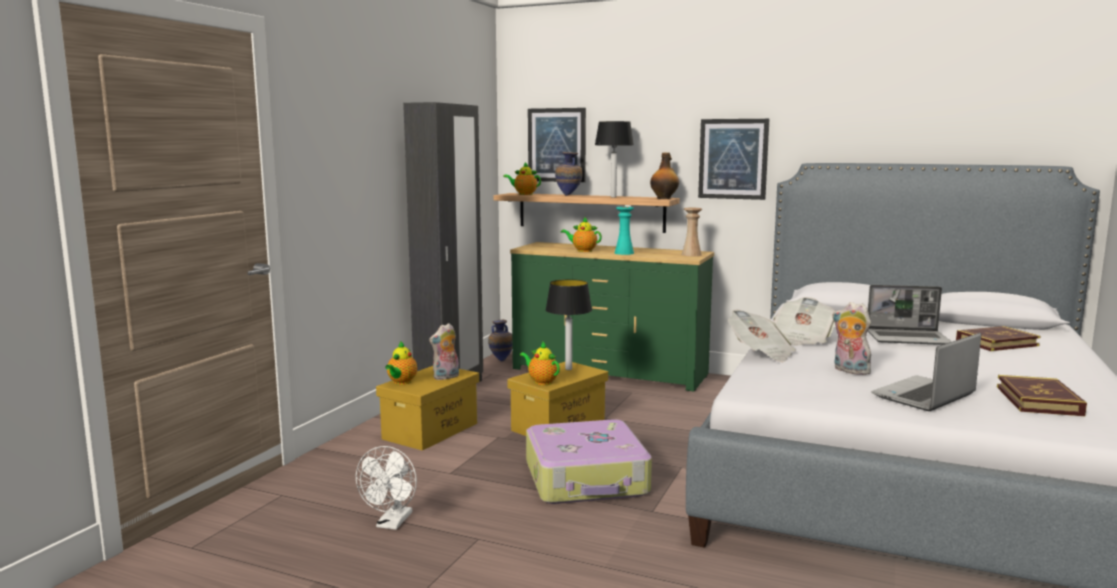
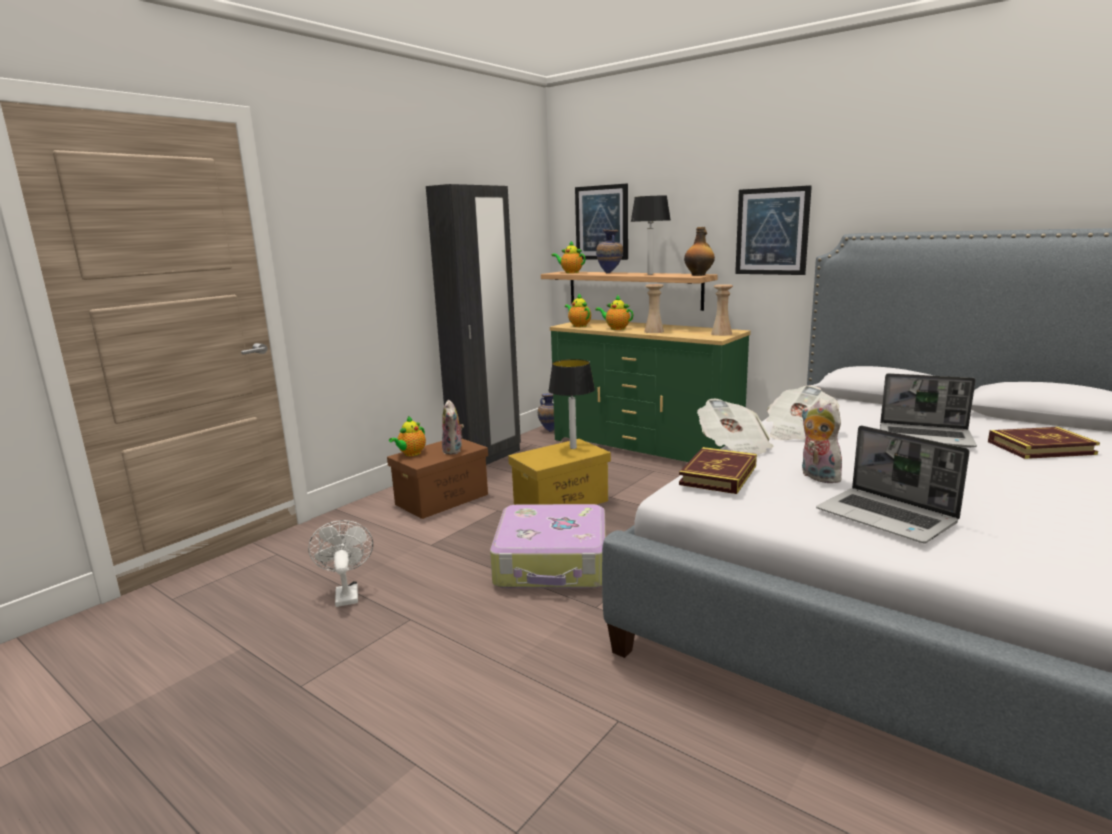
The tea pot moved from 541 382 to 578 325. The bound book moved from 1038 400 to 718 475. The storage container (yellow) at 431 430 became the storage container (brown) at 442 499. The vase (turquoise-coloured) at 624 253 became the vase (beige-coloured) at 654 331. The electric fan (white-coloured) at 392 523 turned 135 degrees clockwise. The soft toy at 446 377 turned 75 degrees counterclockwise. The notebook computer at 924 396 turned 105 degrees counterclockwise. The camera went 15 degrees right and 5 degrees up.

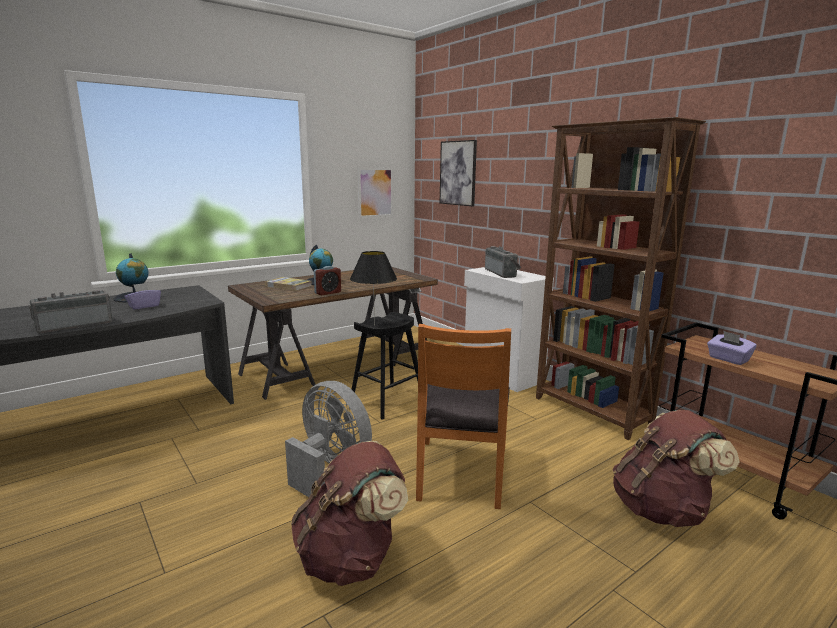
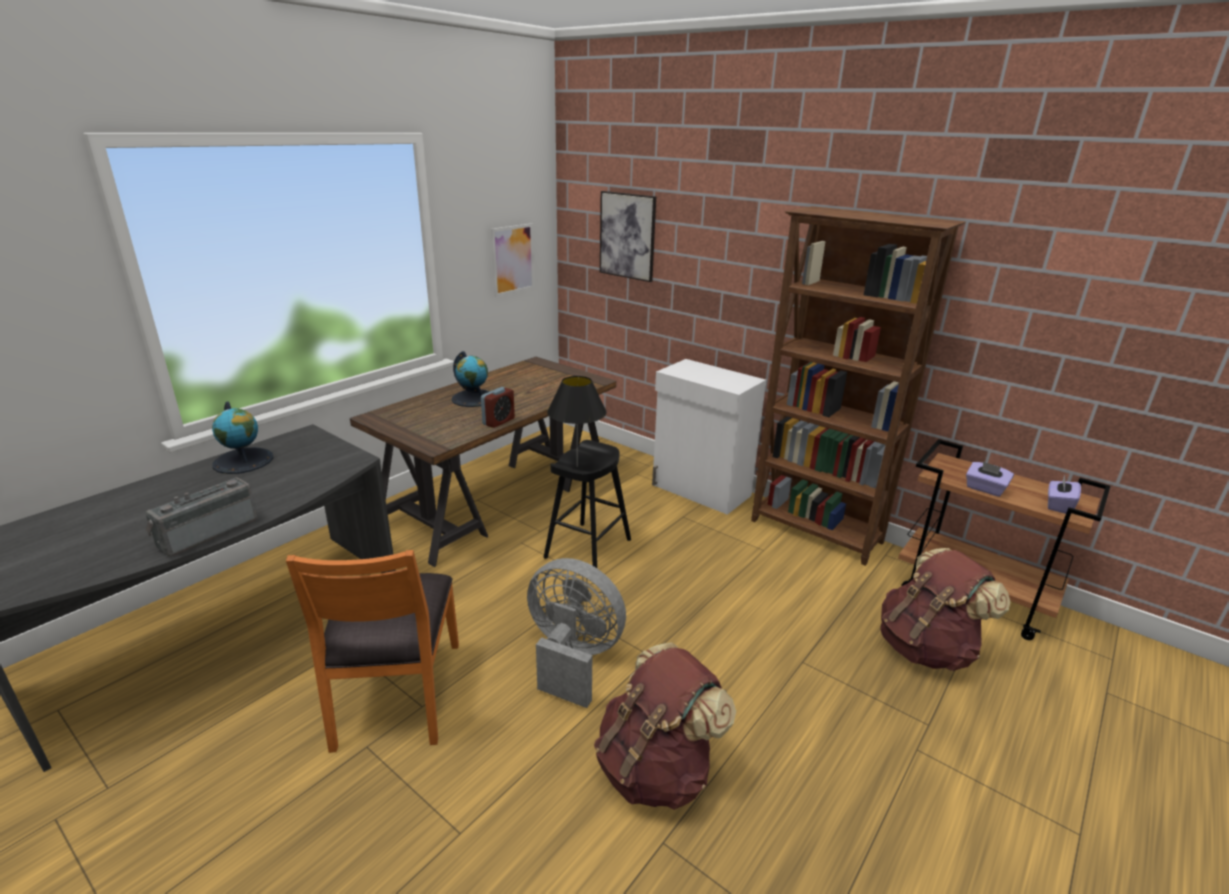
The bound book at 288 286 disappeared. The radio at 502 273 disappeared. The box of tissues (purple-coloured) moved from 144 306 to 1058 505. The plain chair (orange) moved from 461 472 to 396 694. The camera went 15 degrees left and 10 degrees up.

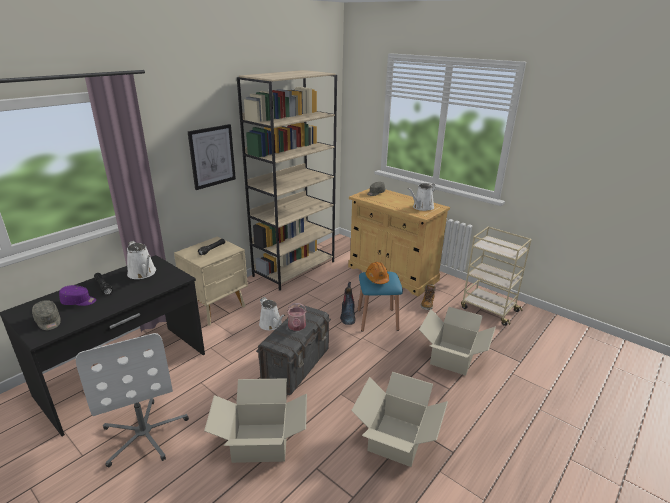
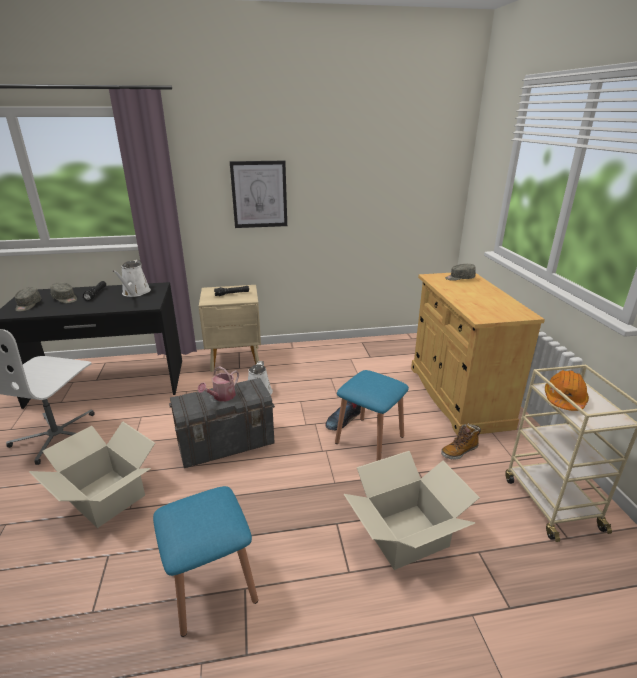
The shelving unit (beige-coloured) at 294 268 disappeared. The watering can (white-coloured) at 422 207 disappeared. The work helmet (orange) moved from 377 278 to 564 399. The packing box at 397 439 was replaced by the stool seat (bluish) at 211 586. The baseball cap (purple-coloured) at 79 301 became the baseball cap (gray) at 65 299. The camera went 40 degrees right and 0 degrees up.

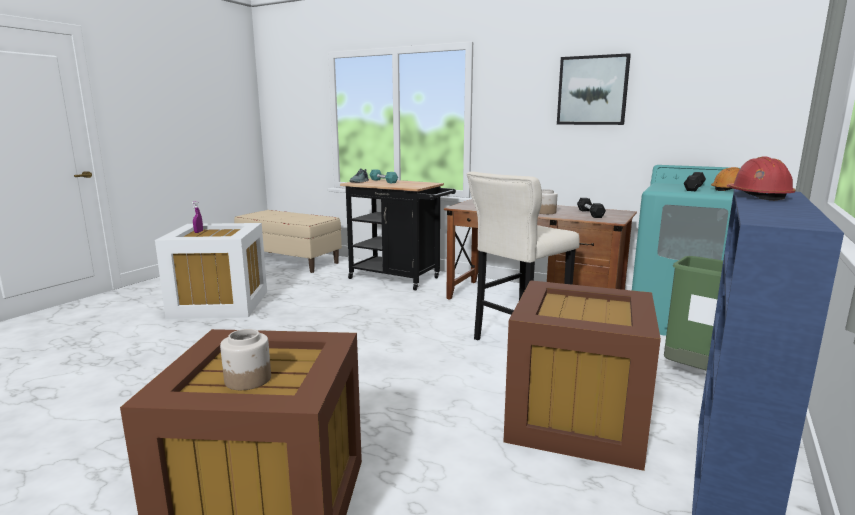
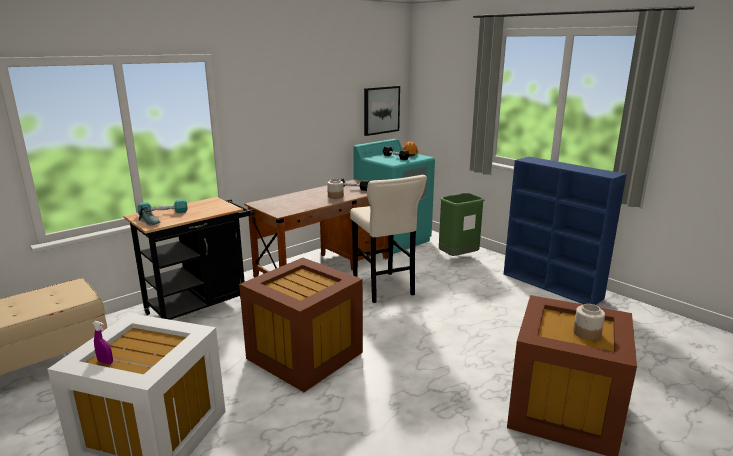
The work helmet (red-coloured) at 758 196 disappeared. The storage container (brown) moved from 573 420 to 305 356. The wall art moved from 592 90 to 381 110. The camera went 70 degrees left and 5 degrees up.

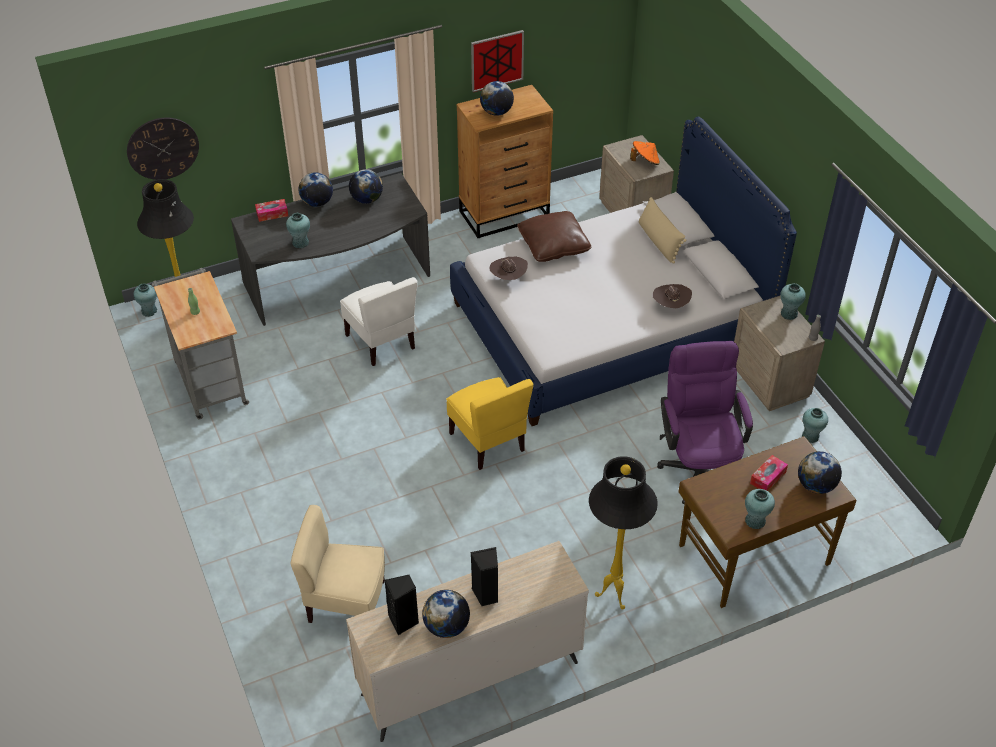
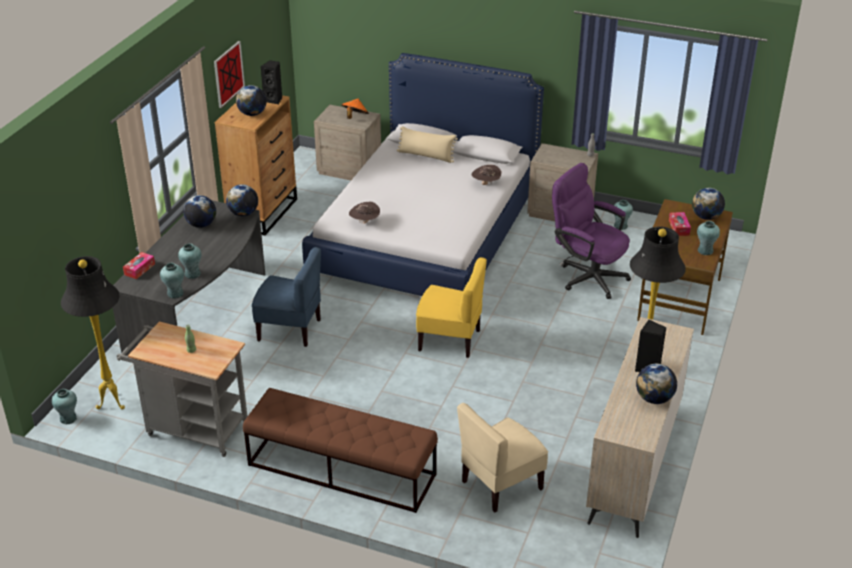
The wall clock at 163 148 disappeared. The throw pillow (brown) at 553 246 disappeared. The bench (brown) at 341 469 appeared. The globe moved from 317 203 to 243 213. The loudspeaker (black) moved from 404 621 to 274 100. The vase (turquoise-coloured) moved from 789 314 to 175 293. The plain chair (white-coloured) at 381 341 became the plain chair (bluish) at 290 329. The camera went 45 degrees left and 10 degrees down.

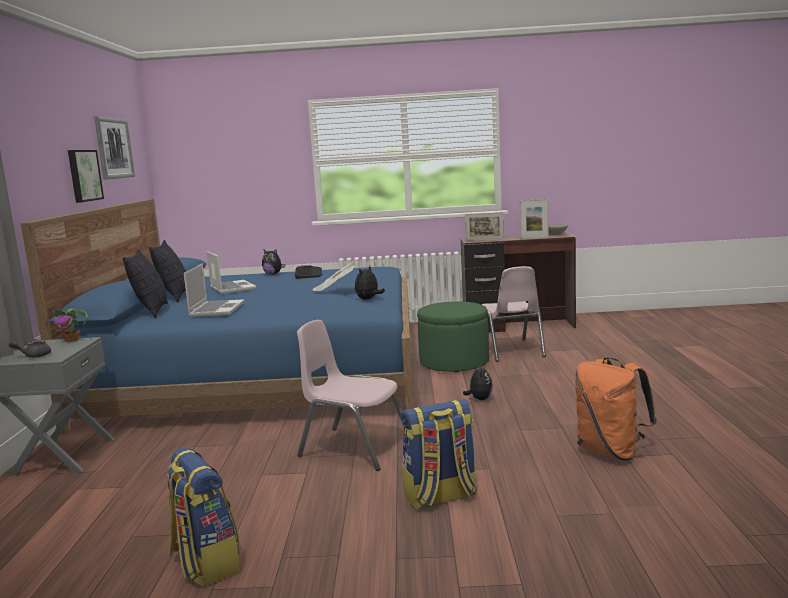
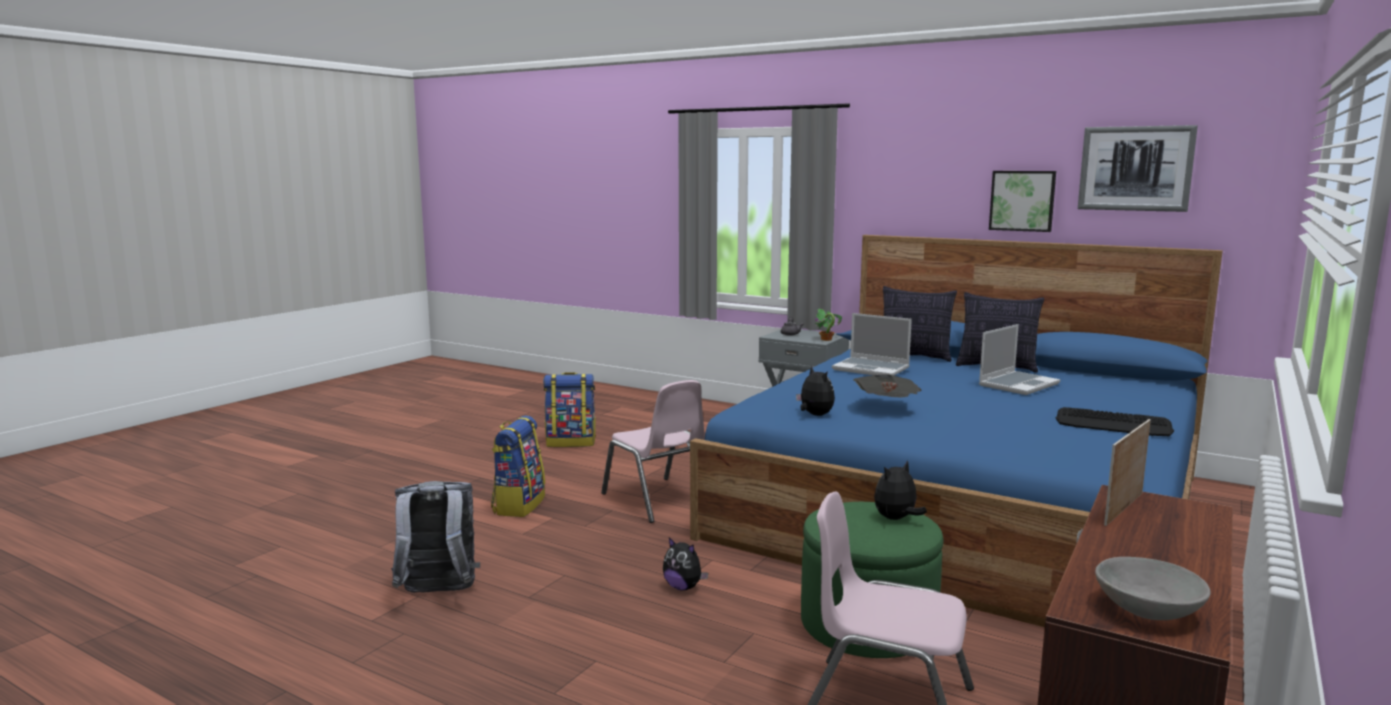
The standing frame at 534 238 disappeared. The soft toy moved from 273 274 to 896 519. The knapsack (orange) at 611 452 became the knapsack (gray) at 438 594. The notebook computer at 231 288 turned 45 degrees counterclockwise. The plain chair (pinkish) at 354 447 turned 90 degrees clockwise. The camera went 120 degrees right and 0 degrees up.

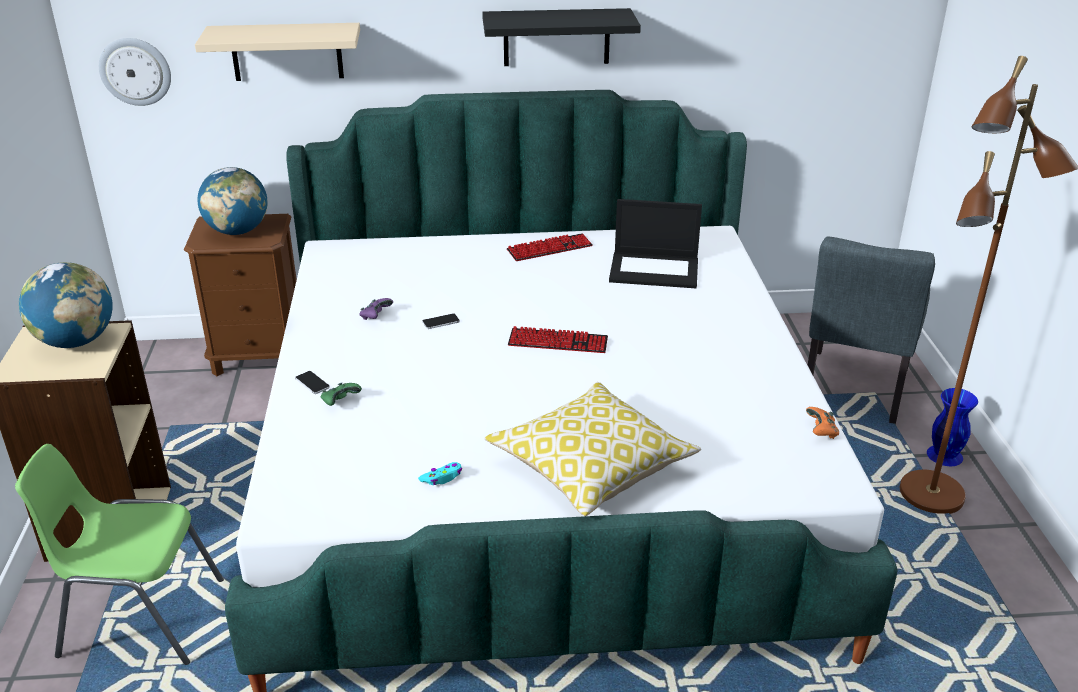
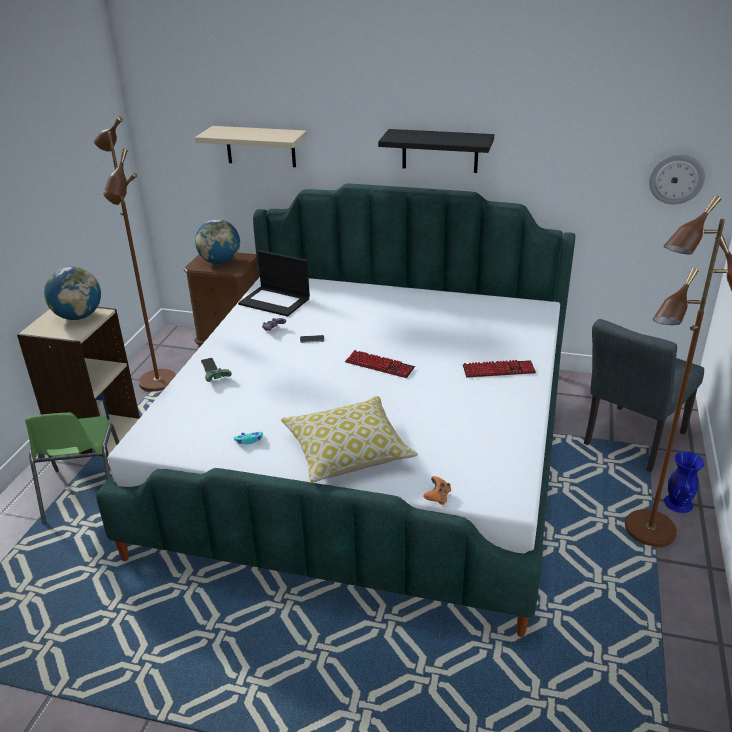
The floor lamp (brown) at 156 382 appeared. The wall clock moved from 135 71 to 676 179. The PC keyboard moved from 549 249 to 498 370. The notebook computer moved from 655 270 to 275 301. The game controller (orange) moved from 821 432 to 437 497. The plain chair (green-coloured) at 140 618 turned 120 degrees counterclockwise. The camera went 20 degrees right and 0 degrees up.

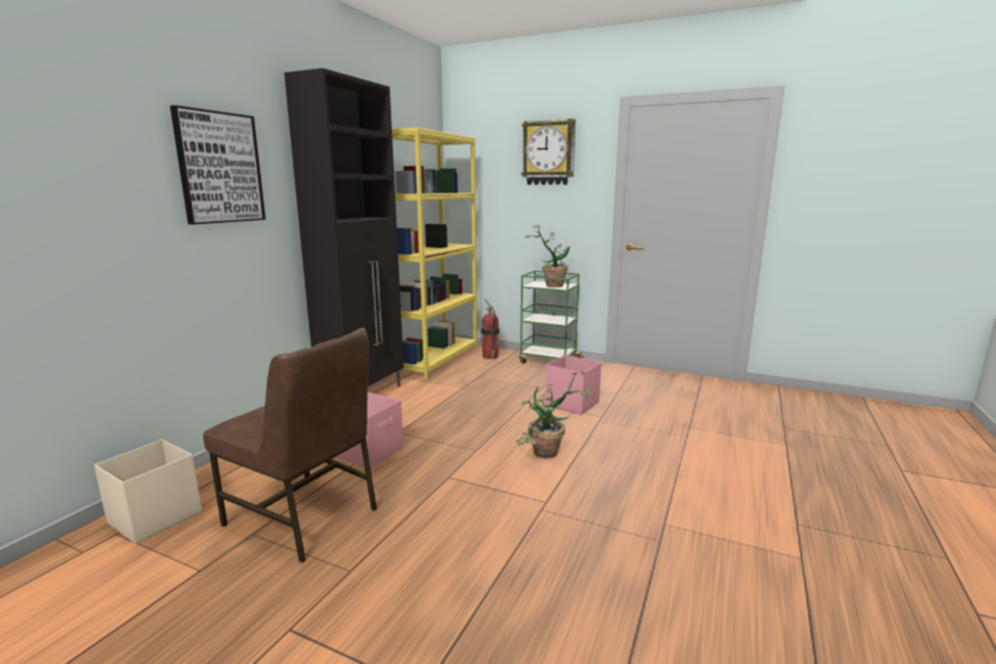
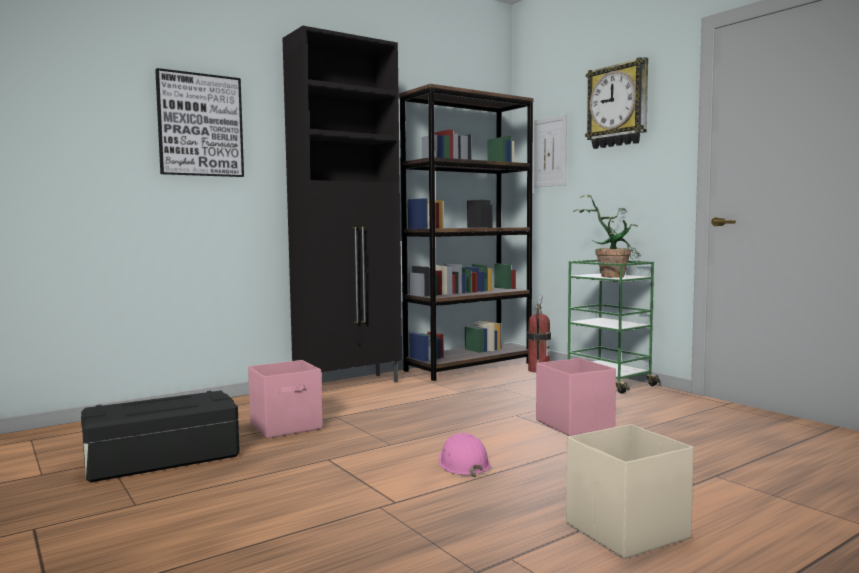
The wall art at 549 152 appeared. The storage container (beige-coloured) moved from 154 518 to 625 531. The plain chair (brown) at 304 517 was replaced by the storage container (black) at 162 459. The plant in a pot at 547 456 was replaced by the work helmet (pinkish) at 463 464. The shelving unit (yellow) at 436 360 became the shelving unit (brown) at 469 367. The camera went 30 degrees right and 10 degrees down.

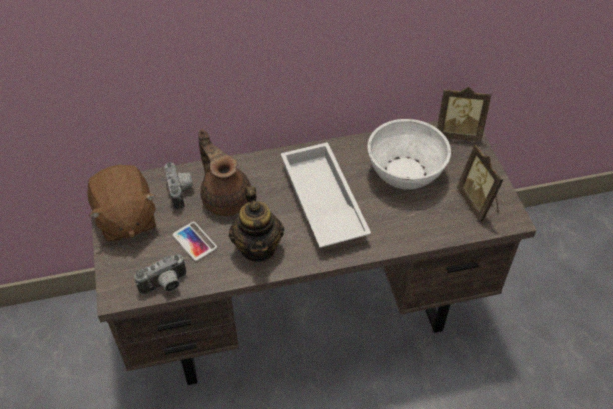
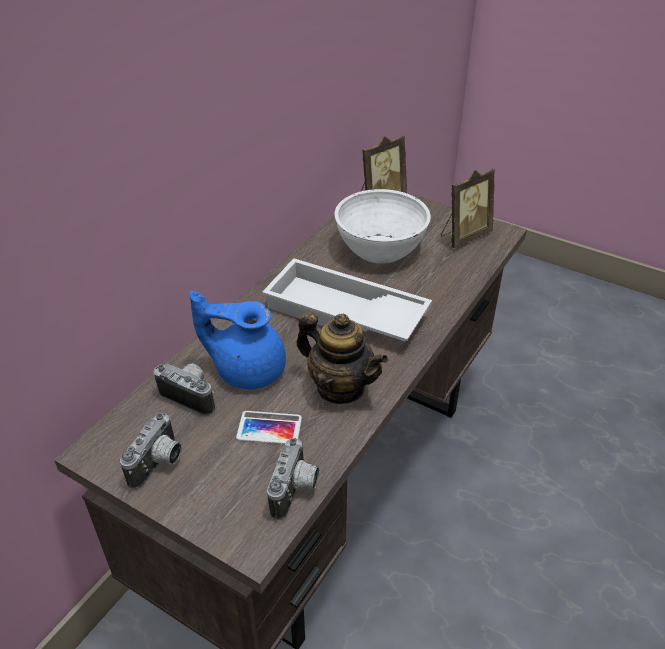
The soft toy (brown) at 125 219 was replaced by the still camera at 159 464. The tea pot (brown) at 226 197 became the tea pot (bluish) at 247 369. The standing frame at 478 203 turned 60 degrees counterclockwise. The camera went 45 degrees left and 10 degrees down.

